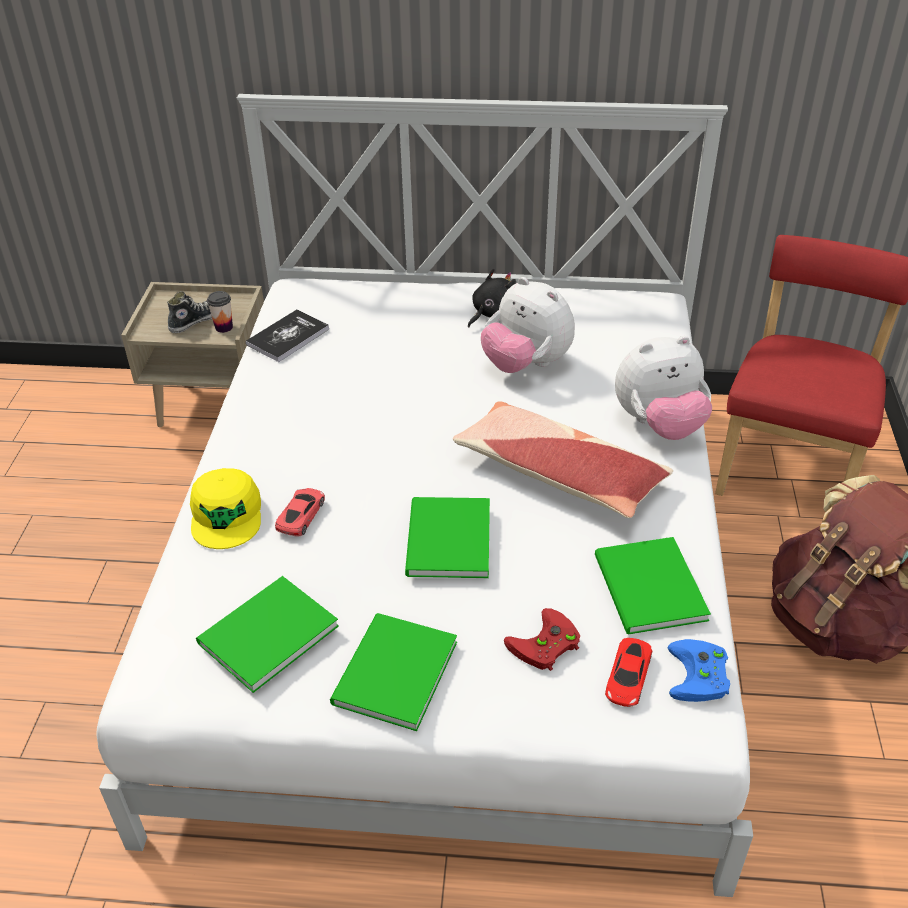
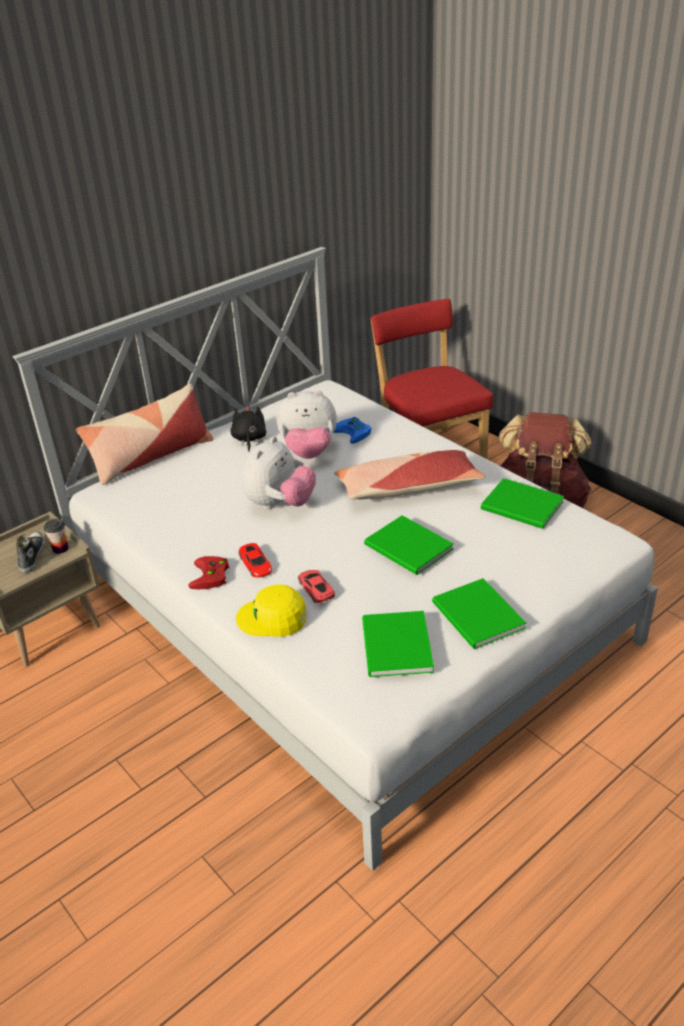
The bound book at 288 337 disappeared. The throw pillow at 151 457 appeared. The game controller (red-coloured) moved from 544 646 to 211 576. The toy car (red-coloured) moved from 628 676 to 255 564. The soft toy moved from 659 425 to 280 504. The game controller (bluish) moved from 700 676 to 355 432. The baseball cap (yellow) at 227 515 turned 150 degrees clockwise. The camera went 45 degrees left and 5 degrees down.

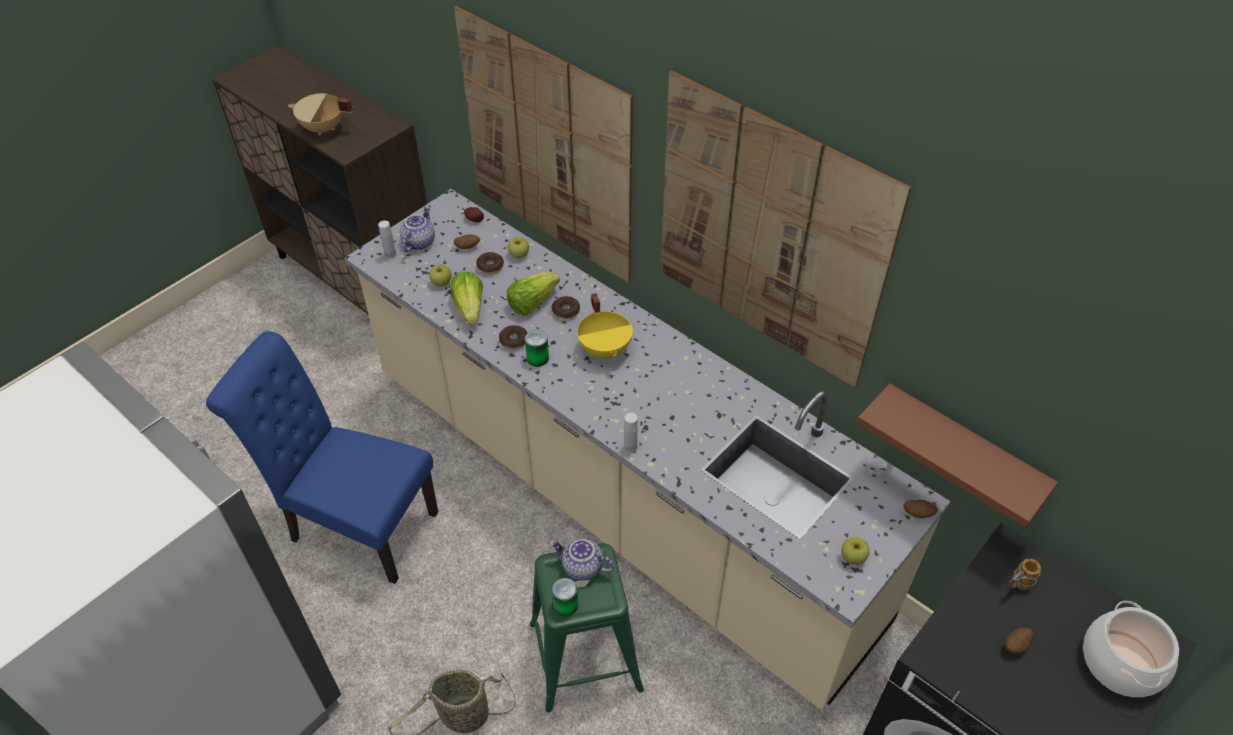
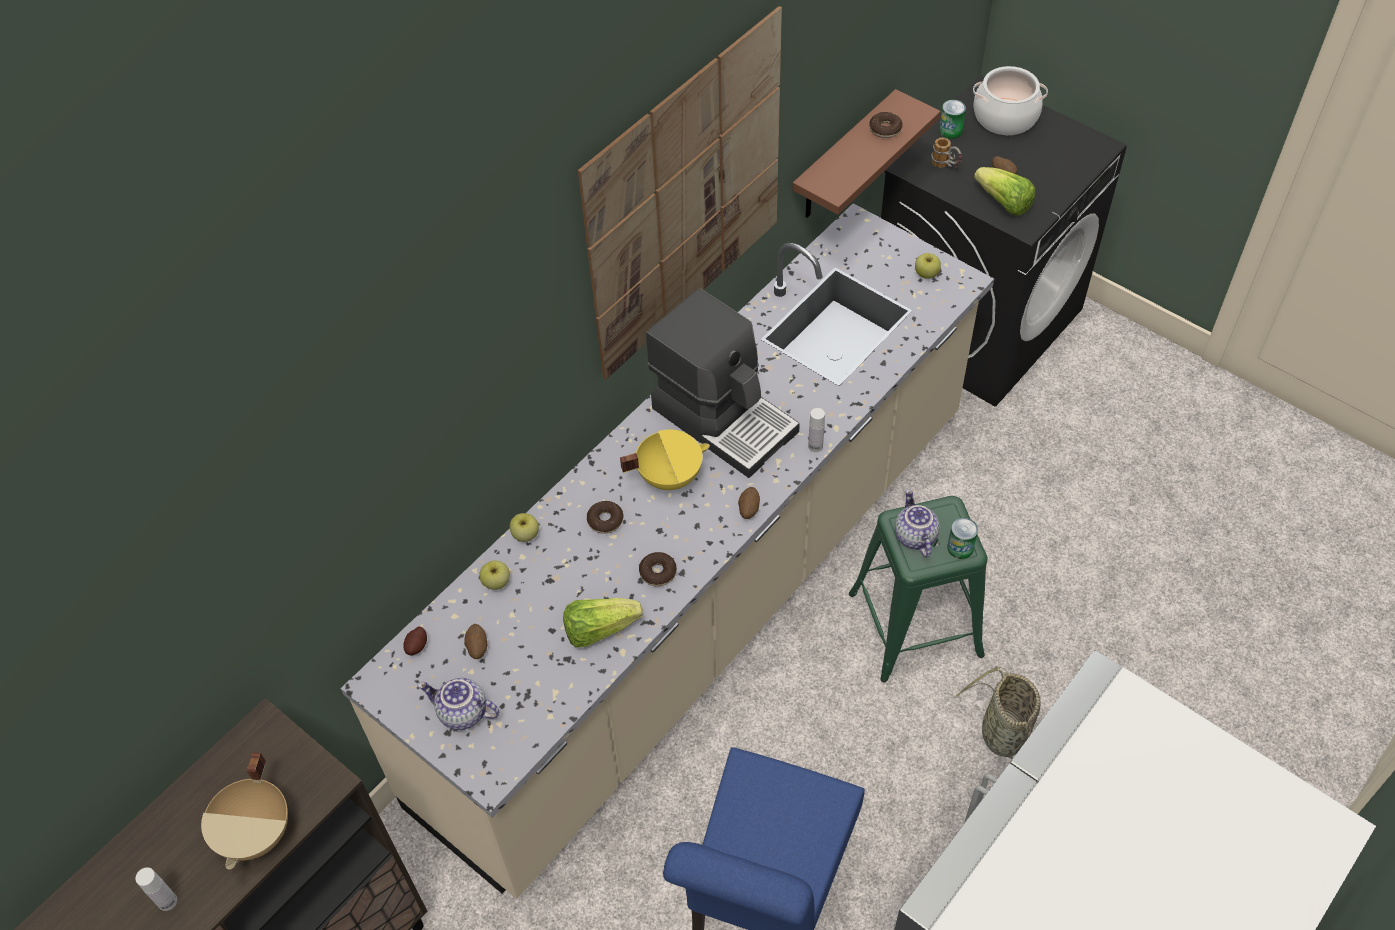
The wall art at 547 147 disappeared. The coffee maker at 724 418 appeared. The bottle (white-coloured) moved from 390 255 to 167 901. The apple moved from 441 282 to 525 535. The donut moved from 490 266 to 885 129. The head of lettuce moved from 532 303 to 1003 203. The sealed can moved from 537 358 to 950 131. The whole potato moved from 918 513 to 748 509. The tea pot at 581 568 turned 150 degrees clockwise. The camera went 90 degrees left and 5 degrees up.

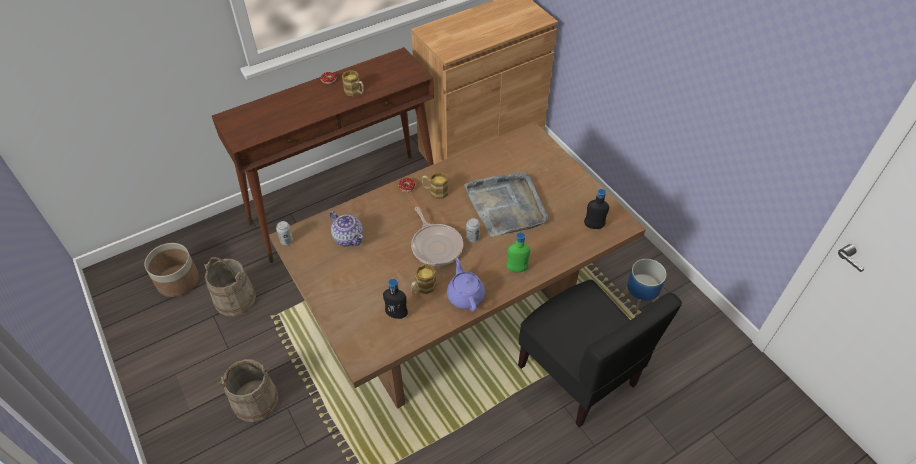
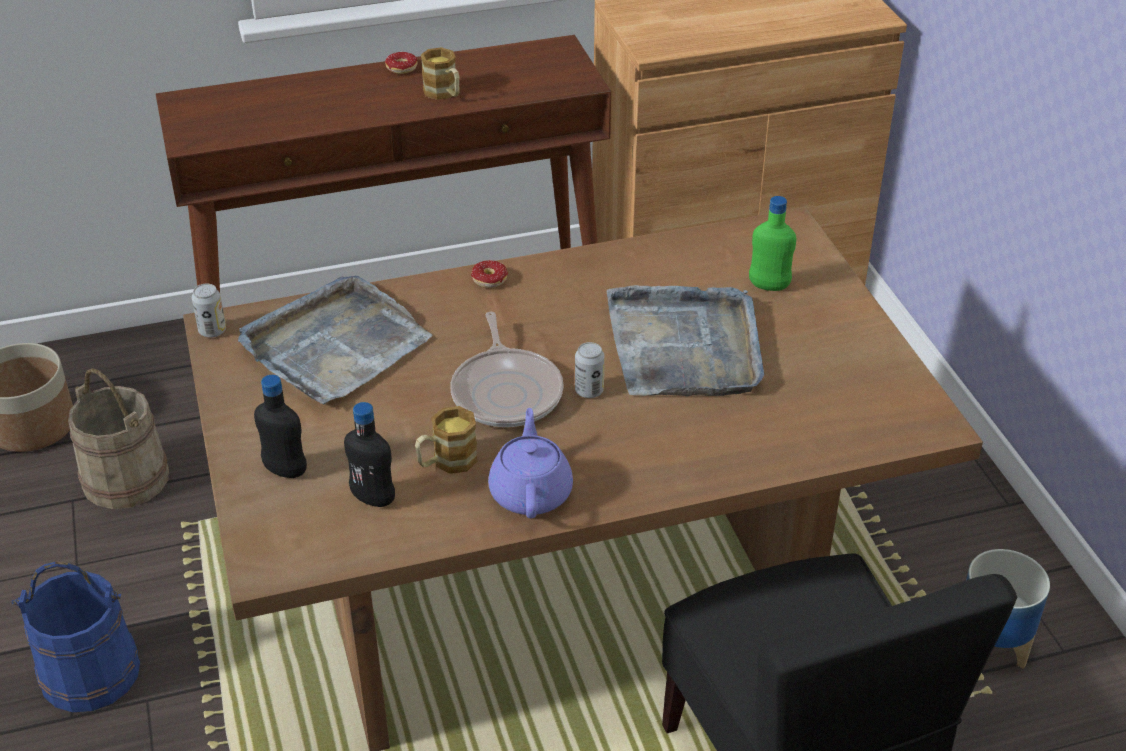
The tea mug at 435 191 disappeared. The bottle (green-coloured) moved from 517 269 to 769 286. The bottle (black) moved from 593 226 to 285 471. The tea pot at 348 237 was replaced by the serving tray (gray) at 334 346. The bucket (beige-coloured) at 255 401 became the bucket (bluish) at 89 673. The camera went 15 degrees right and 10 degrees down.

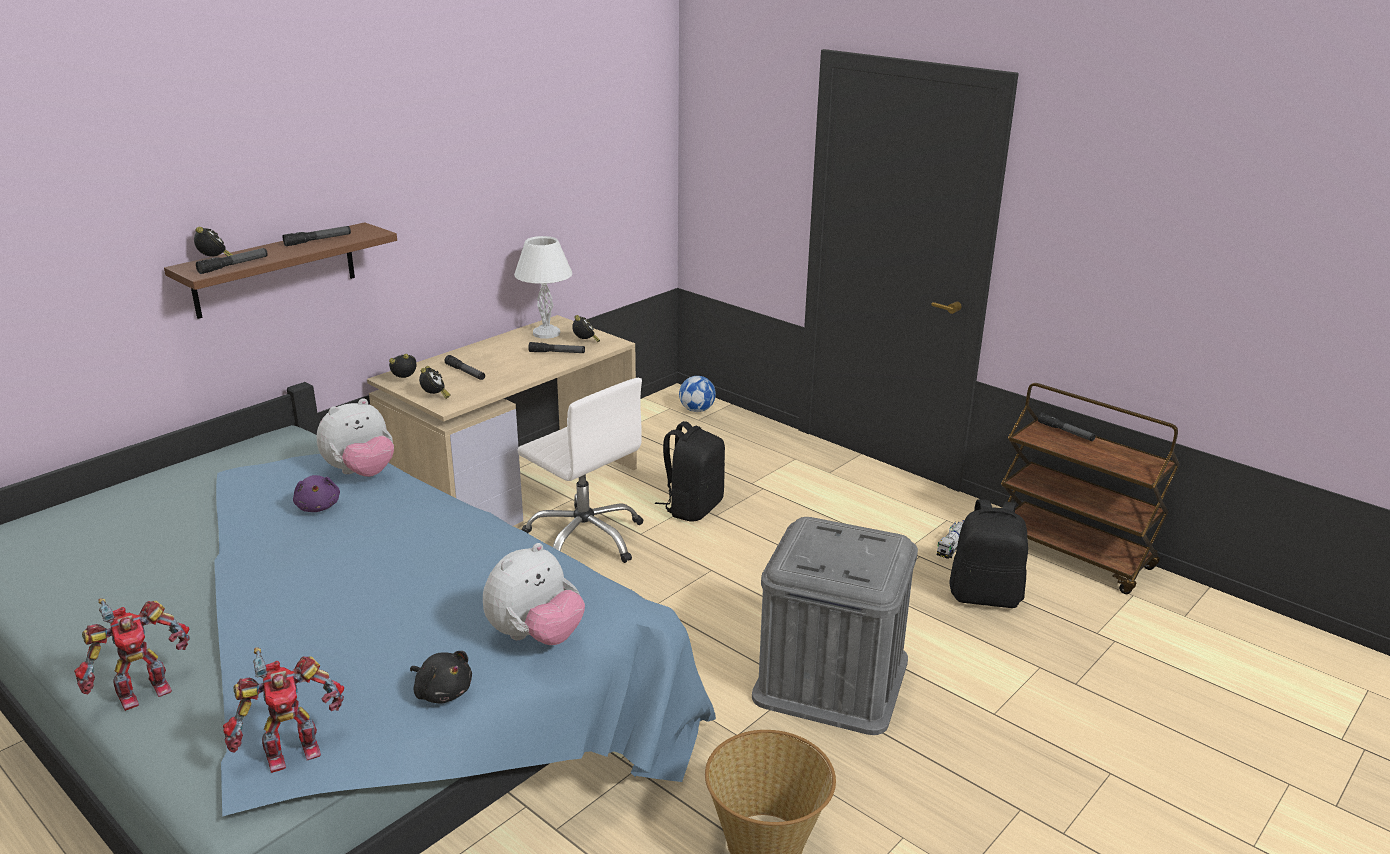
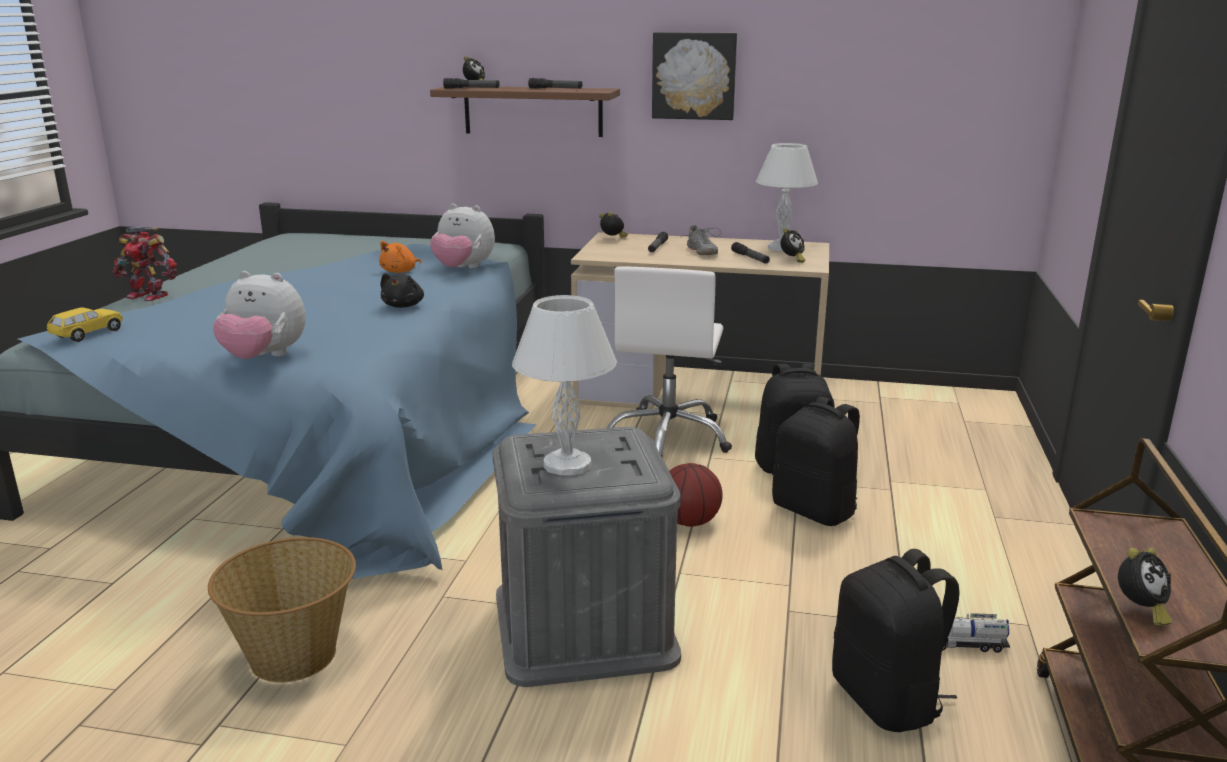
The football at 697 410 disappeared. The flashlight at 1065 432 disappeared. The table lamp (white-coloured) at 566 465 appeared. The wall art at 694 76 appeared. The ball for basketball at 690 522 appeared. The item of footwear (gray) at 701 252 appeared. The knapsack (black) at 815 510 appeared. The soft toy (black) moved from 442 692 to 404 306. The table clock moved from 434 397 to 1140 610. The toy robot at 291 750 was replaced by the toy car (yellow) at 87 334. The soft toy (purple-coloured) at 318 507 became the soft toy (orange) at 400 272. The camera went 60 degrees right and 5 degrees down.

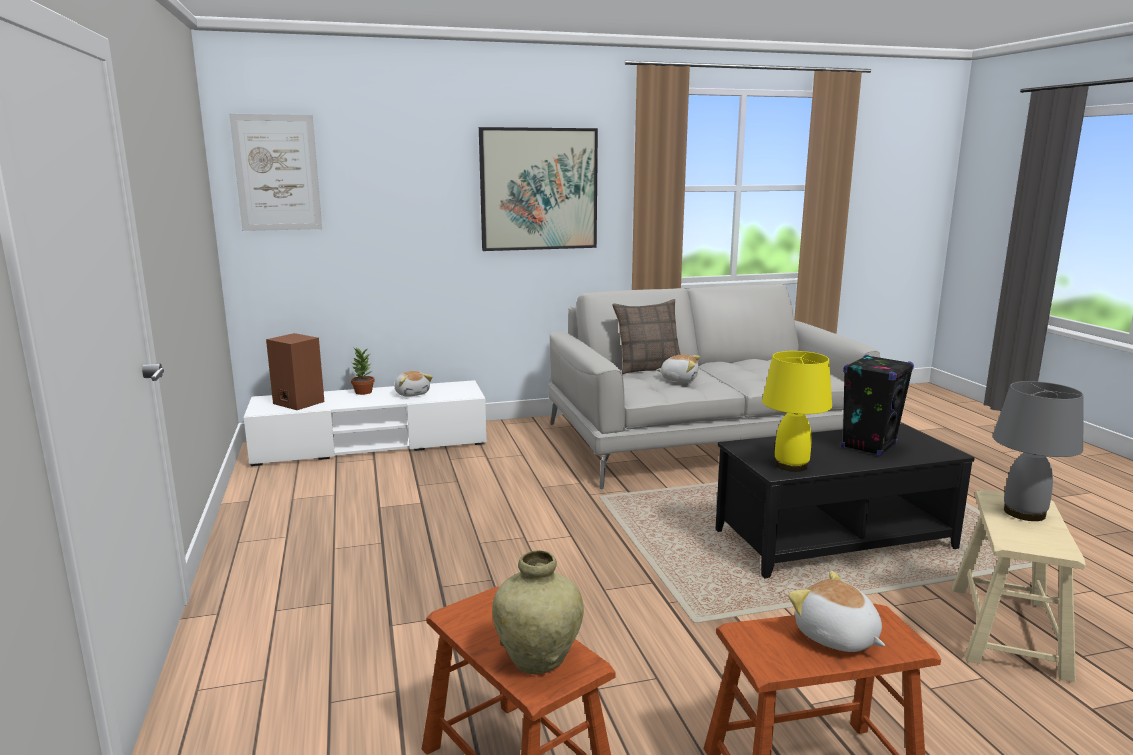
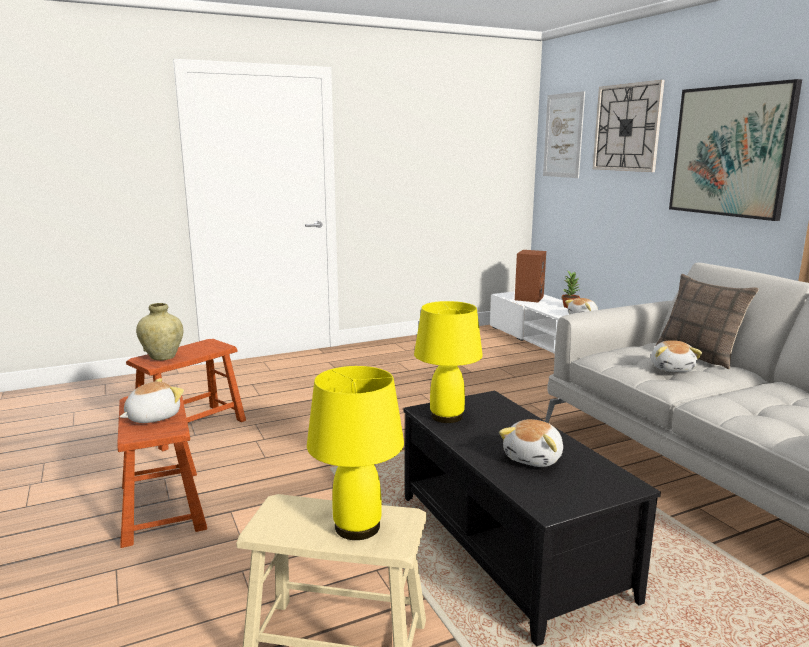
The wall clock at 627 127 appeared. The loudspeaker (black) at 869 446 was replaced by the soft toy at 534 458. The table lamp (gray) at 1025 513 became the table lamp (yellow) at 357 527. The camera went 80 degrees right and 0 degrees up.

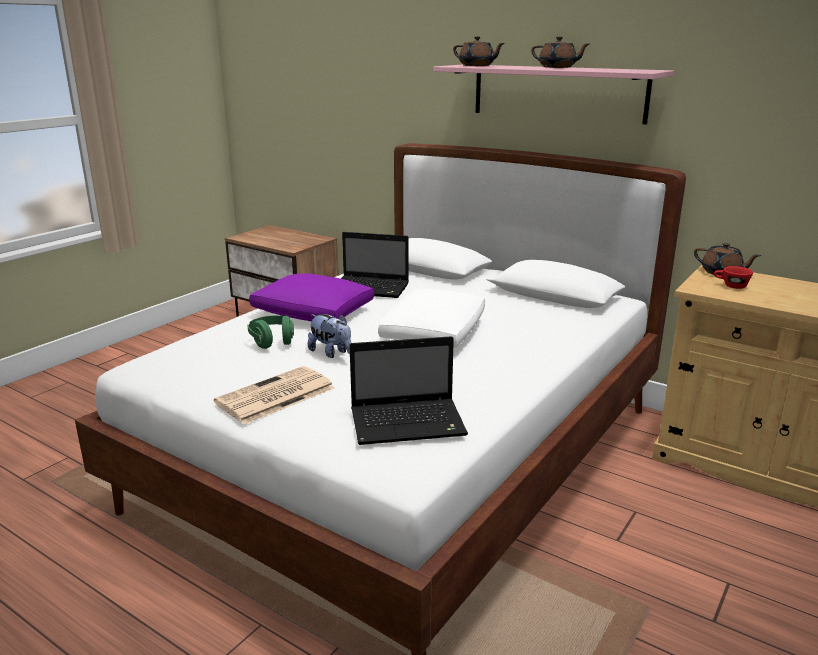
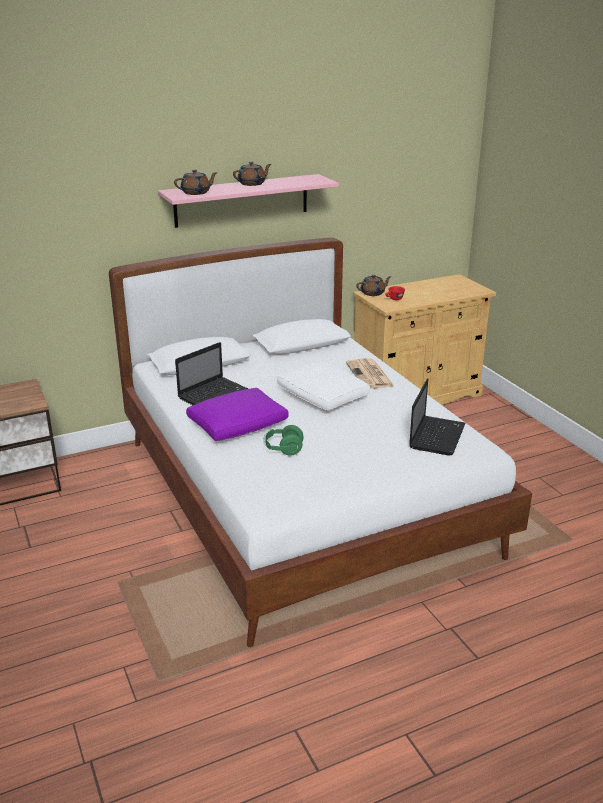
The soft toy at 331 353 disappeared. The newspaper moved from 274 396 to 370 375. The camera went 60 degrees left and 5 degrees up.

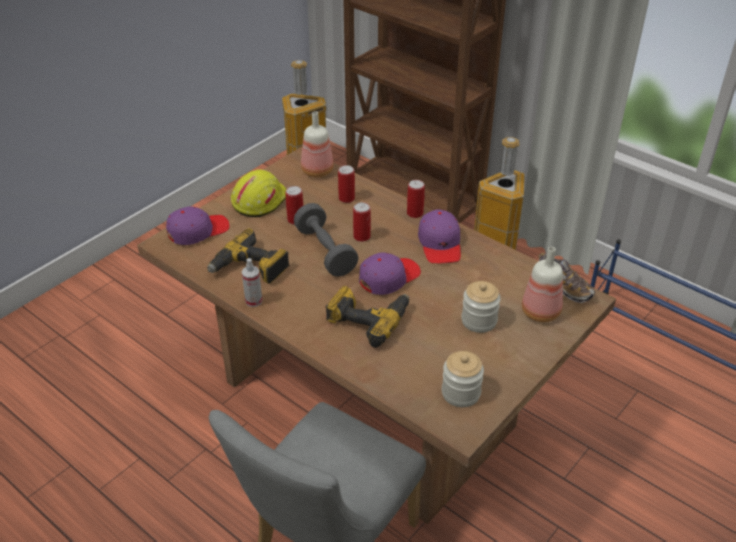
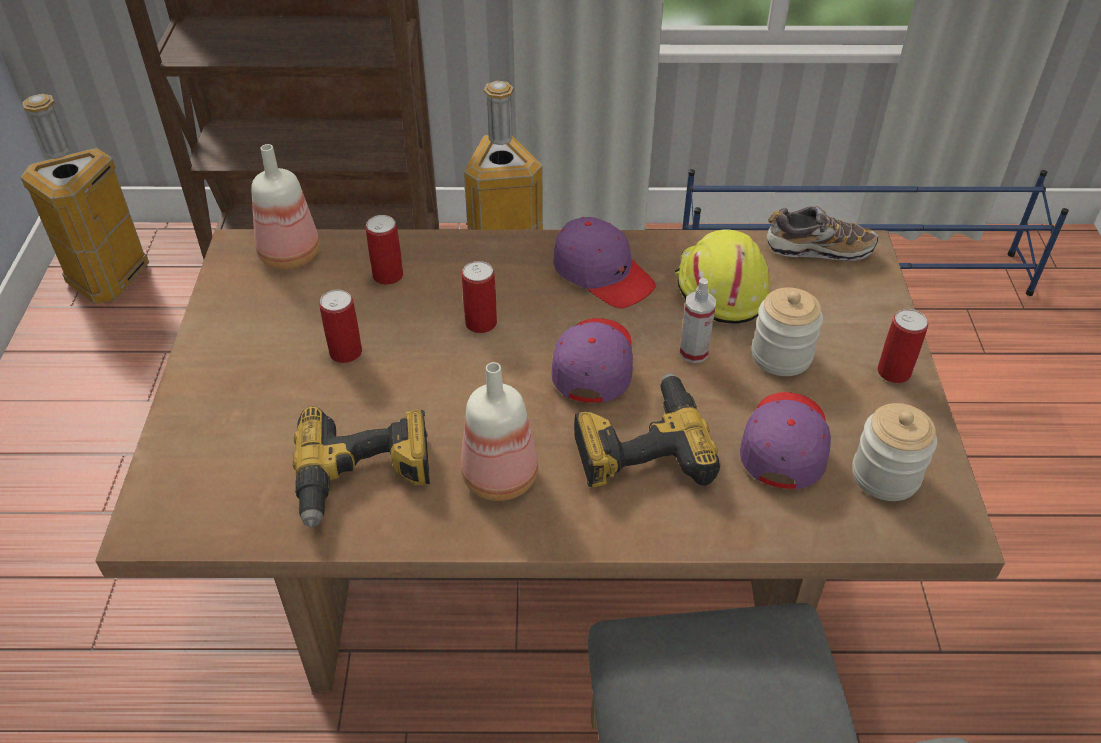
The hand weight (gray) at 325 251 disappeared. The baseball cap (purple-coloured) moved from 197 231 to 784 444. The work helmet (yellow) moved from 259 200 to 718 288. The sprayer moved from 253 301 to 693 352. The sealed can moved from 415 213 to 893 372. The bottle moved from 542 312 to 502 477. The camera went 40 degrees left and 5 degrees up.

